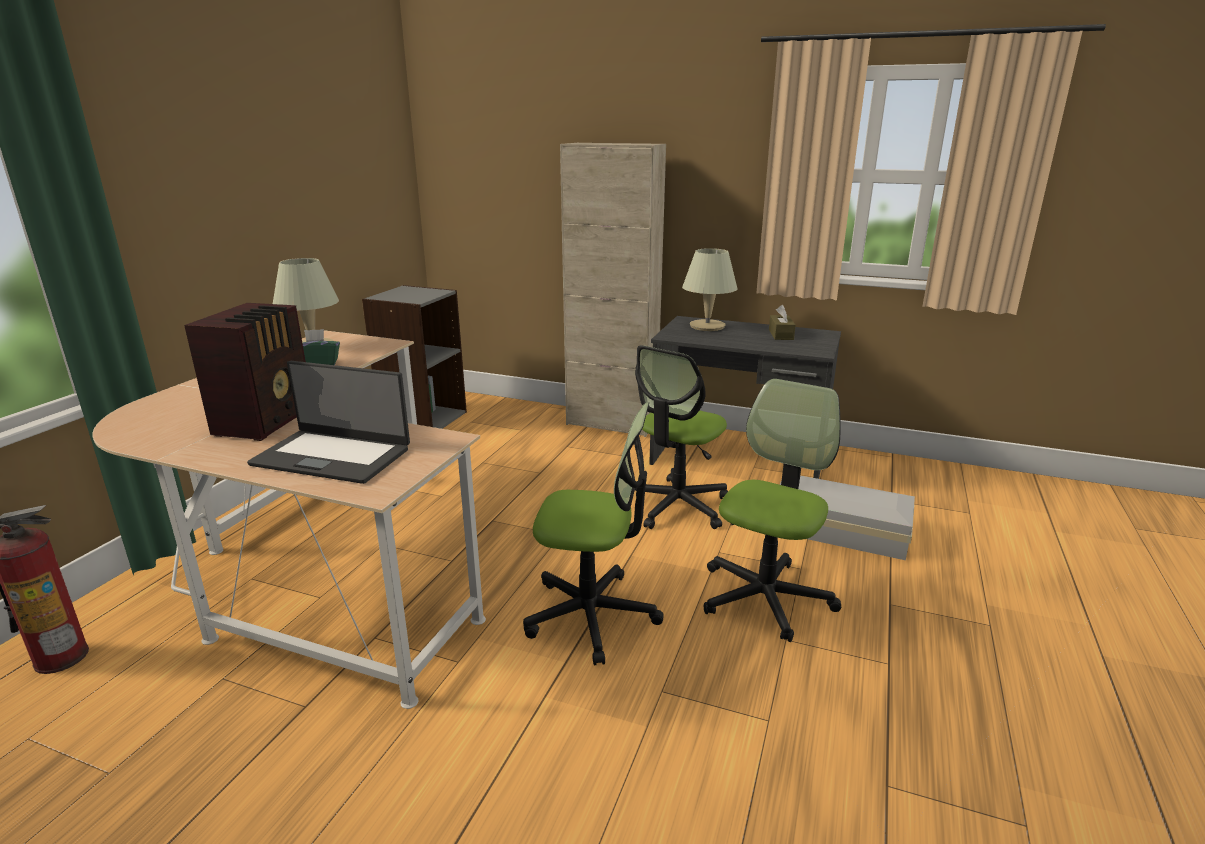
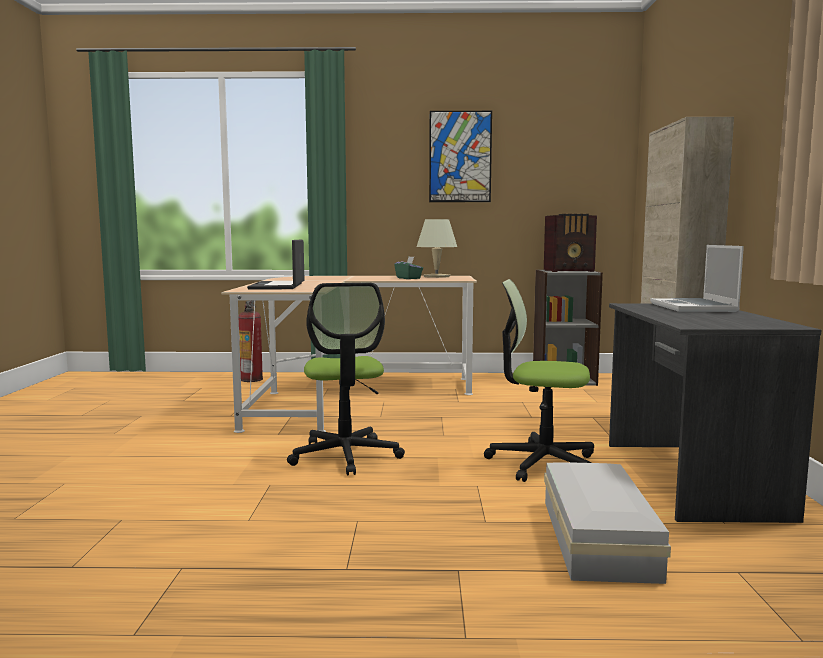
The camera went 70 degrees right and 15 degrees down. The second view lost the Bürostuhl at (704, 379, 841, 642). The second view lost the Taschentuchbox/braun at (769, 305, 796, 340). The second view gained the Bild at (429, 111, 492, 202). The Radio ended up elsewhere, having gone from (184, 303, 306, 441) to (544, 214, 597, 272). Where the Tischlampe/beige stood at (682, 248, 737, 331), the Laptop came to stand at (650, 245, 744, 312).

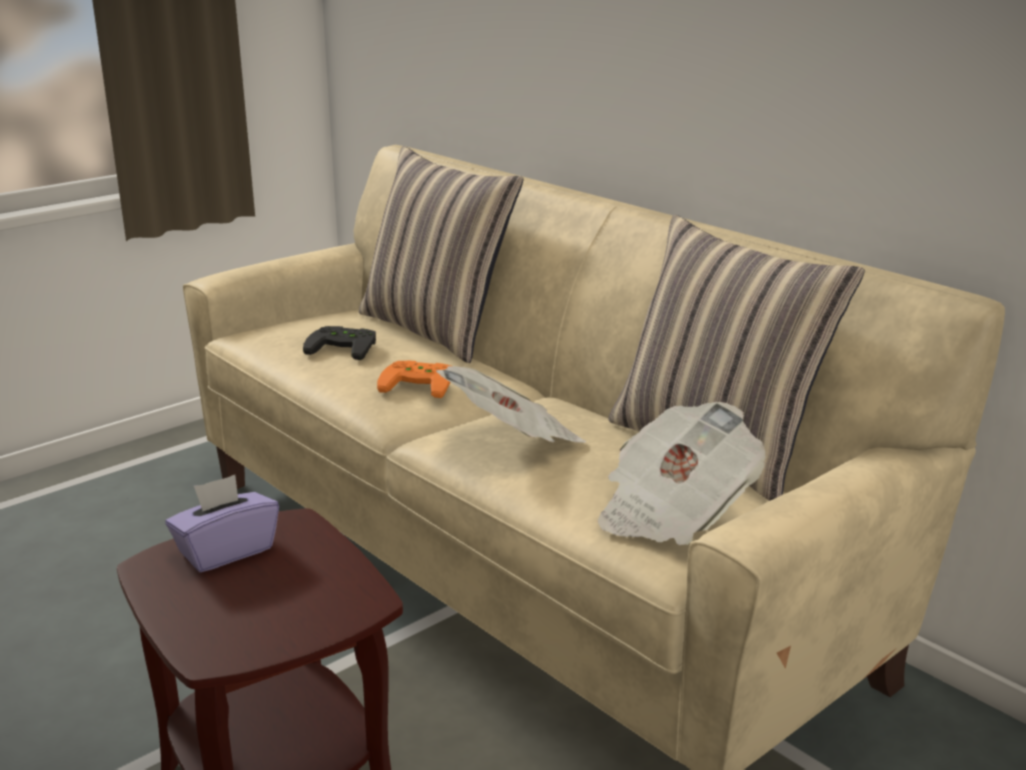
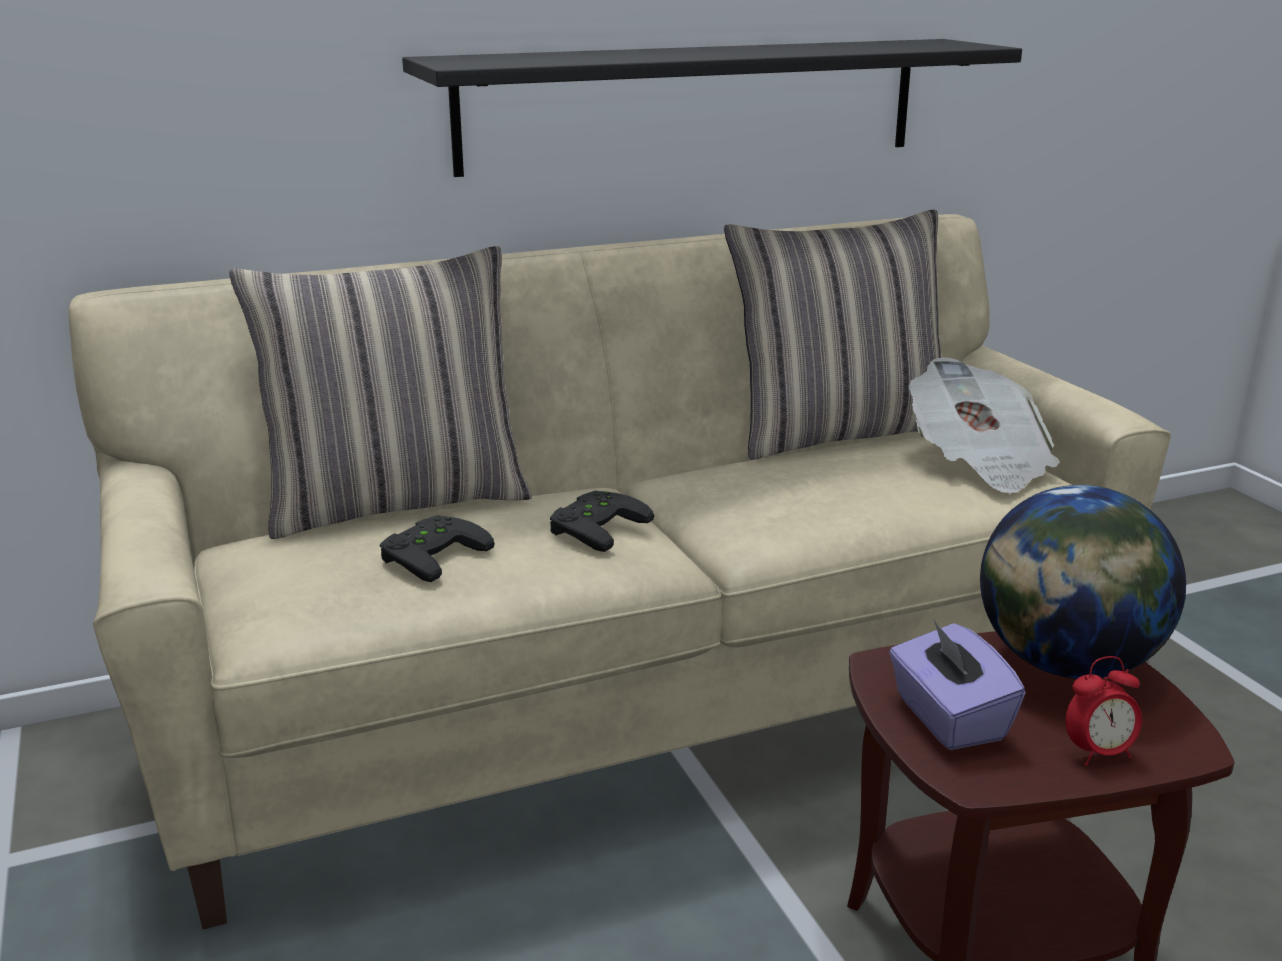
The camera went 70 degrees left and 0 degrees up. The second view lost the Zeitung at (436, 366, 586, 443). The second view gained the Wandregal/schwarz at (402, 39, 1022, 177). The second view gained the Globus at (980, 485, 1186, 679). The second view gained the Wecker at (1065, 656, 1142, 766). What was the Gamepad/orange at (377, 361, 451, 398) turned into the Gamepad/schwarz at (550, 491, 654, 552).

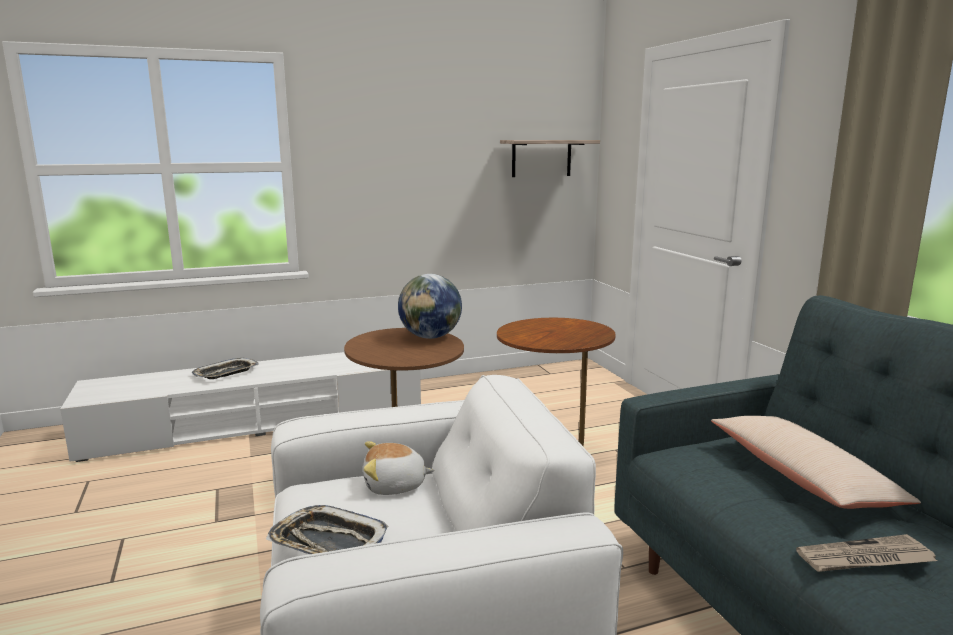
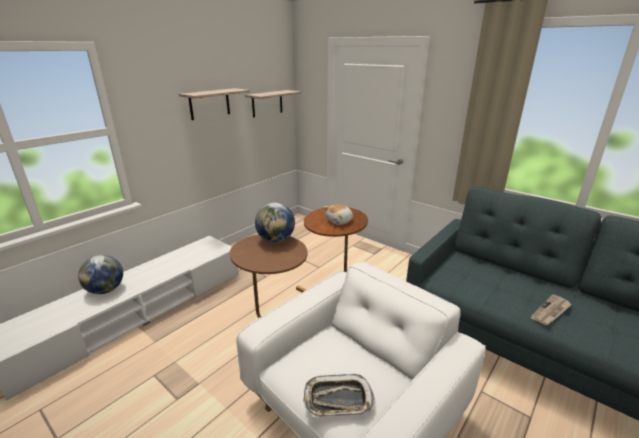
The camera went 30 degrees left and 10 degrees up. The second view lost the Kissen/beige at (711, 416, 921, 509). The second view gained the Wandregal at (179, 88, 250, 120). The Plüschtier ended up elsewhere, having gone from (363, 441, 434, 495) to (323, 204, 353, 225). Where the Tablett stood at (192, 358, 259, 379), the Globus came to stand at (78, 255, 123, 294).

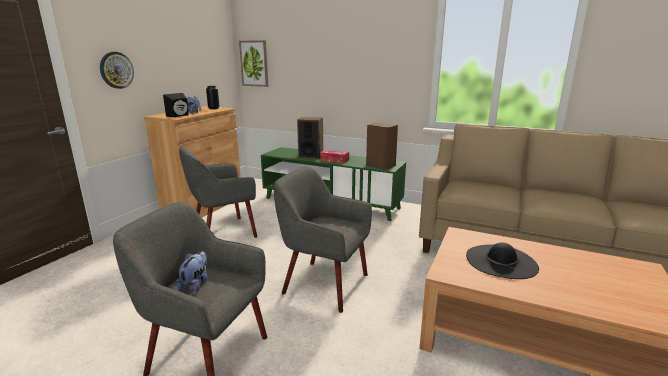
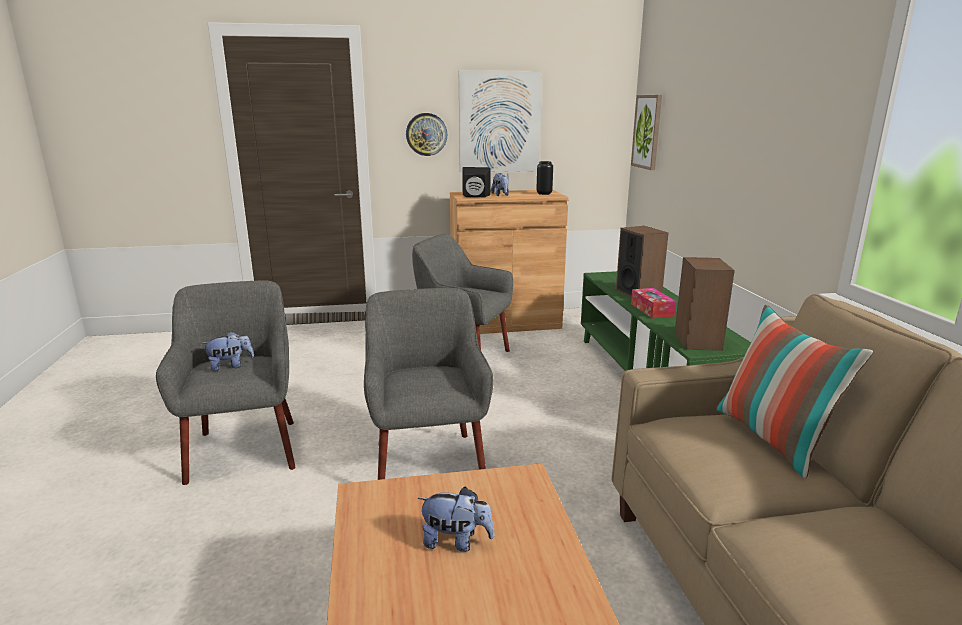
The camera went 55 degrees right and 0 degrees up. The second view gained the Bild at (459, 71, 542, 173). The second view gained the Kissen at (716, 305, 874, 479). Where the Hut/schwarz stood at (466, 243, 539, 279), the Plüschtier came to stand at (418, 487, 495, 552).

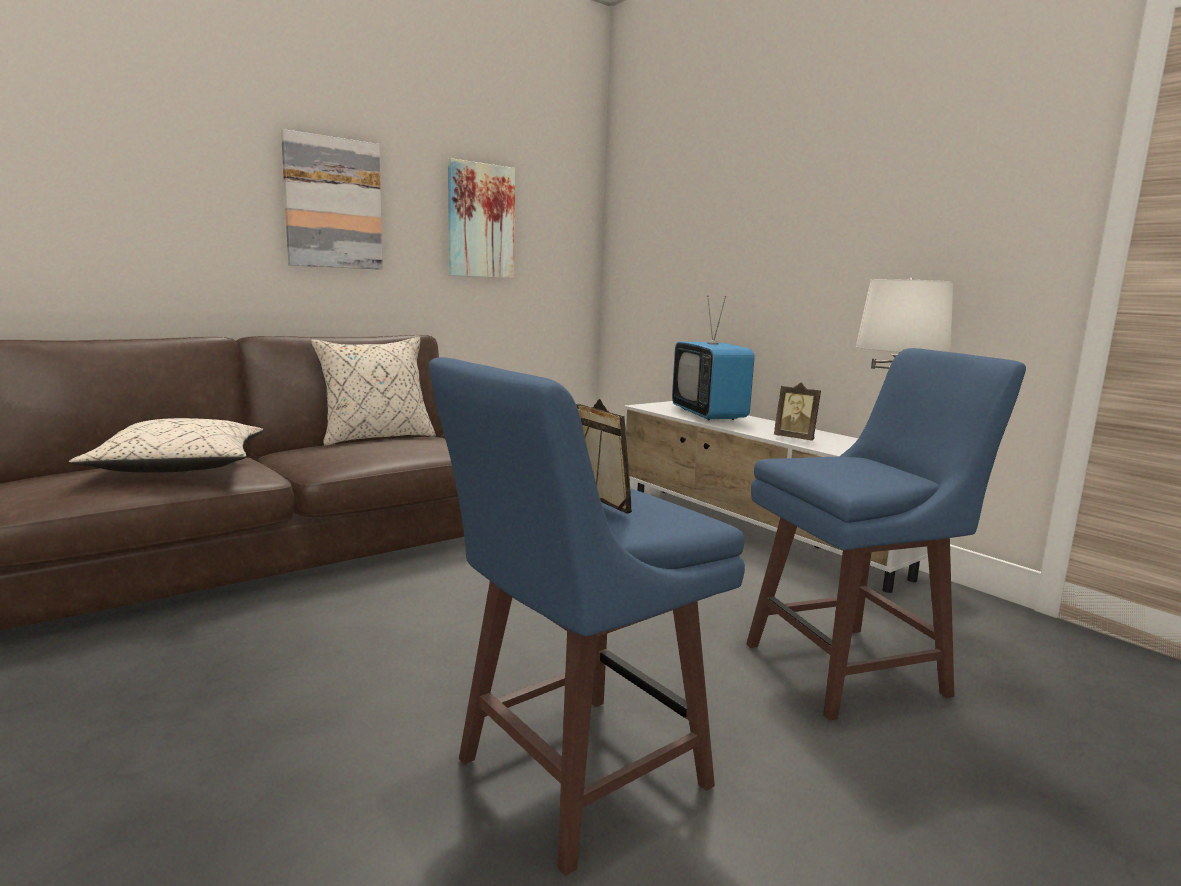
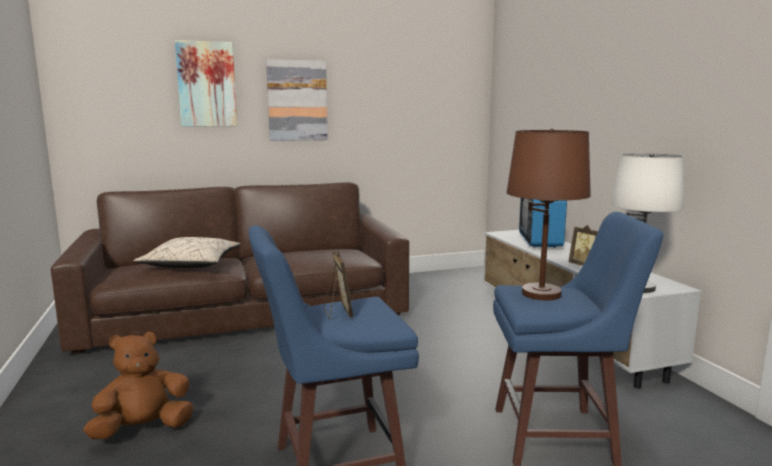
The camera went 20 degrees right and 0 degrees up. The second view lost the Kissen/beige at (311, 337, 436, 446). The second view gained the Plüschtier/braun at (84, 332, 193, 439). The second view gained the Tischlampe/braun at (506, 129, 591, 300). The Bild ended up elsewhere, having gone from (448, 158, 515, 278) to (175, 40, 237, 127).

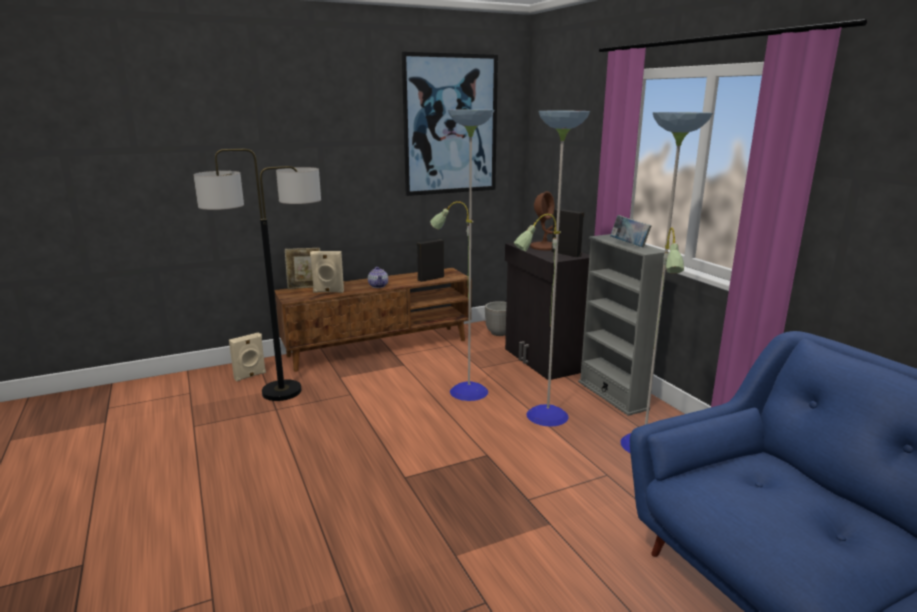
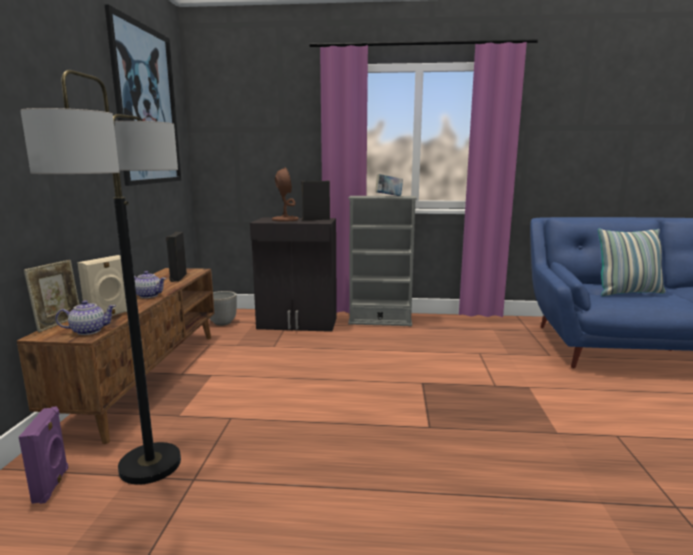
The camera went 60 degrees left and 5 degrees down. The second view lost the Stehlampe at (430, 109, 713, 453). The second view gained the Teekanne at (55, 300, 116, 335). The second view gained the Kissen at (598, 228, 666, 296). What was the Lautsprecher/beige at (229, 332, 266, 382) turned into the Lautsprecher/lila at (19, 406, 69, 504).

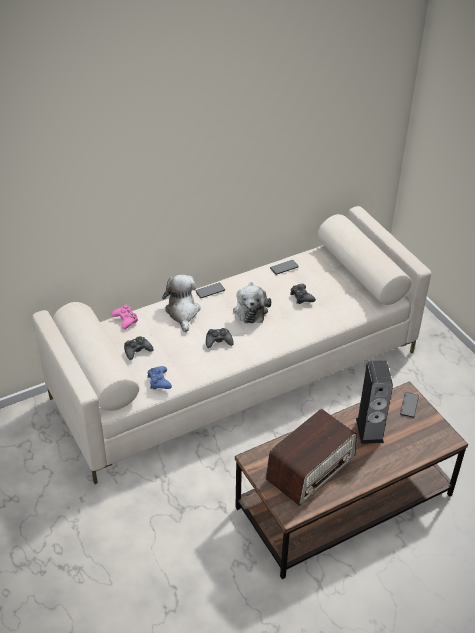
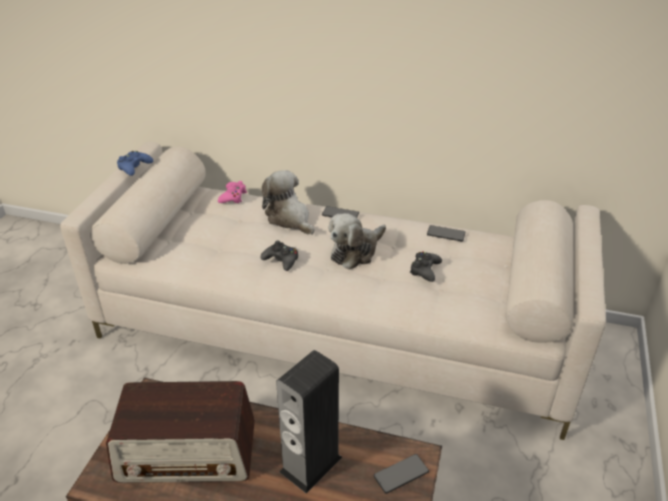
The camera went 45 degrees right and 5 degrees down. The second view lost the Gamepad/schwarz at (124, 336, 154, 360). The Gamepad/blau ended up elsewhere, having gone from (147, 366, 172, 389) to (117, 151, 153, 176). The Plüschtier at (162, 274, 201, 332) ended up facing another way, 75 degrees counterclockwise from before.

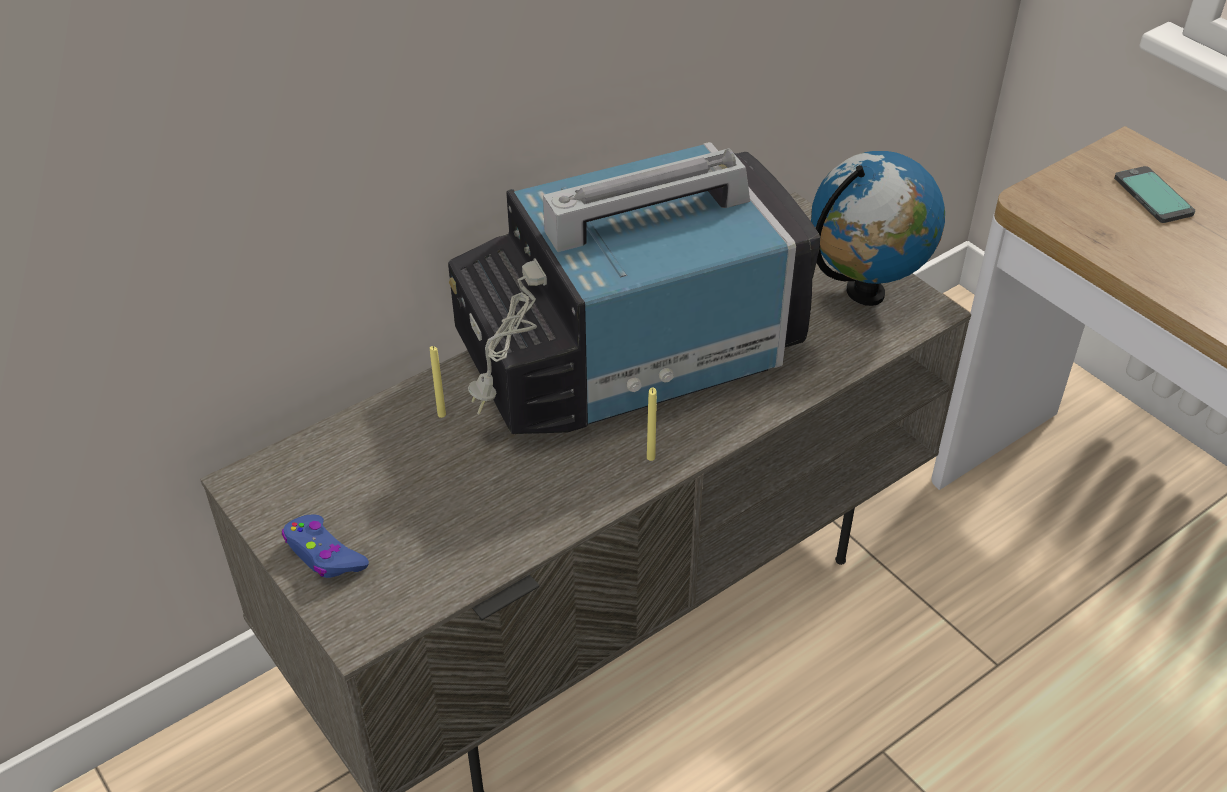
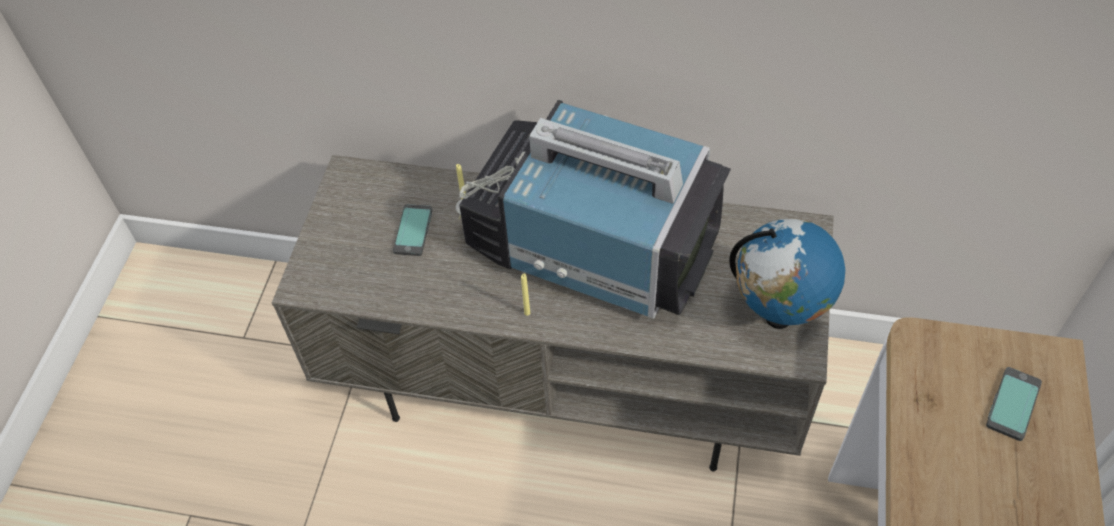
The camera went 50 degrees right and 10 degrees up. The second view lost the Gamepad/blau at (282, 514, 369, 578). The second view gained the Handy at (393, 204, 432, 256).

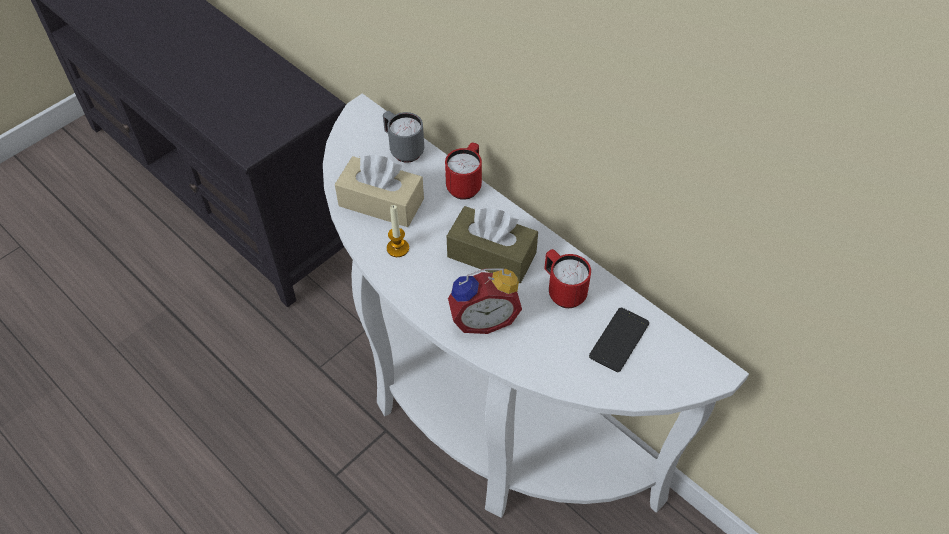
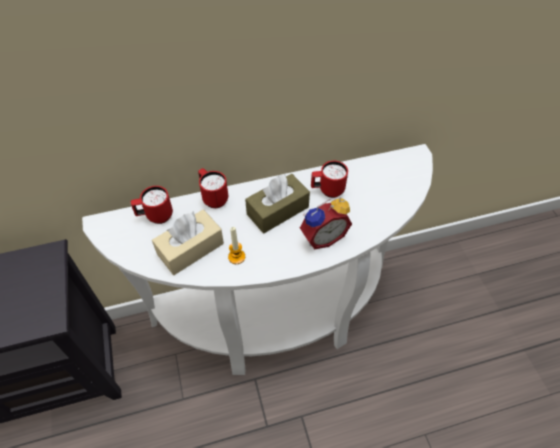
The camera went 60 degrees left and 0 degrees up. The second view lost the Handy at (589, 308, 649, 372). What was the Henkelbecher/grau at (383, 111, 424, 163) turned into the Henkelbecher/rot at (131, 186, 173, 224). The Wecker at (448, 269, 522, 334) ended up facing another way, 45 degrees clockwise from before.

